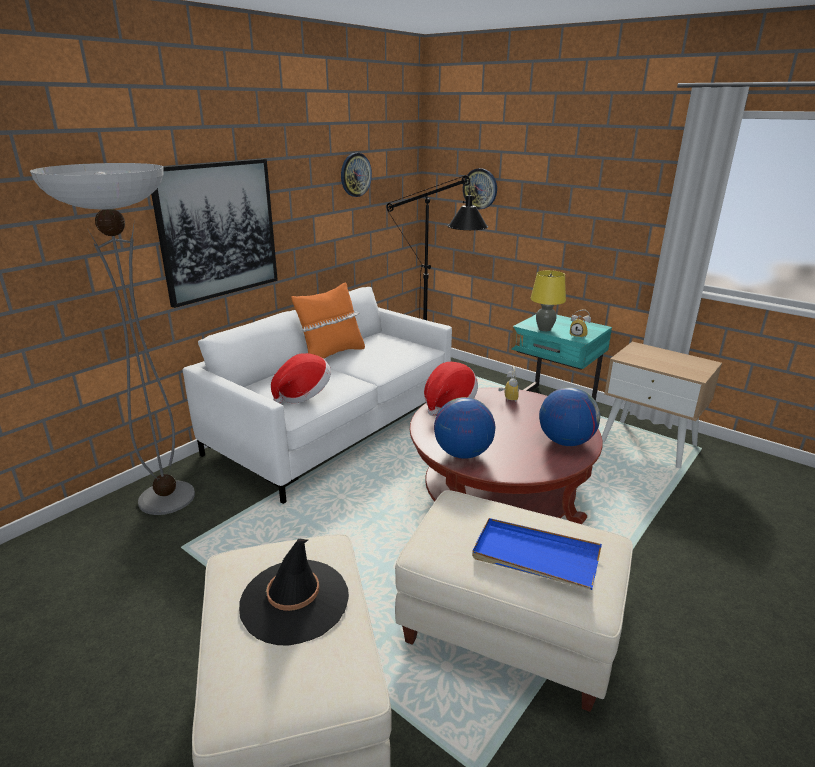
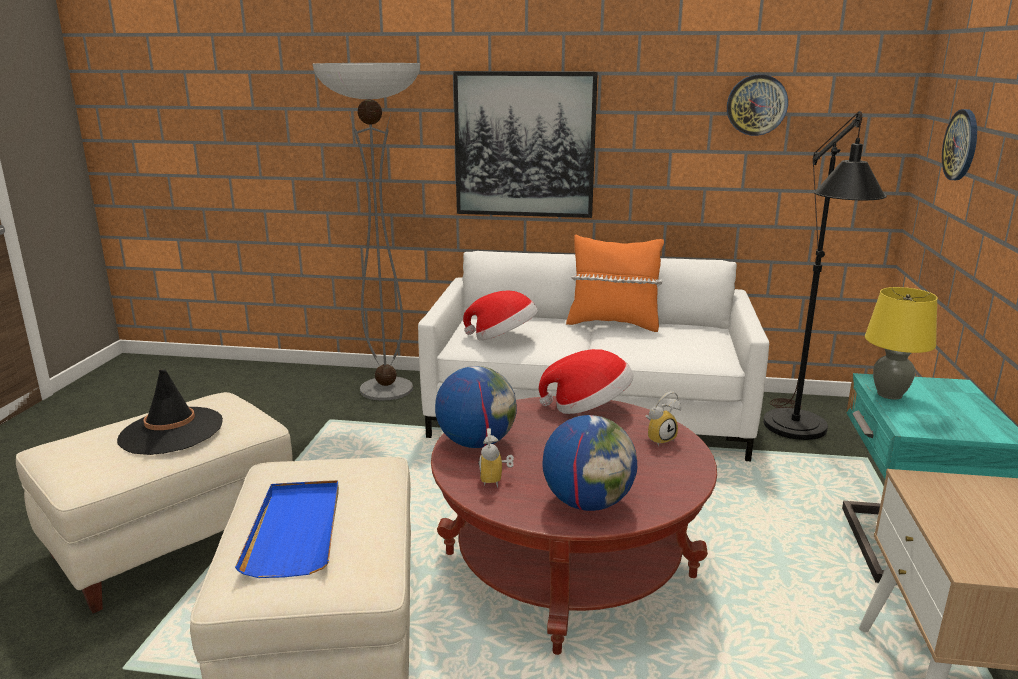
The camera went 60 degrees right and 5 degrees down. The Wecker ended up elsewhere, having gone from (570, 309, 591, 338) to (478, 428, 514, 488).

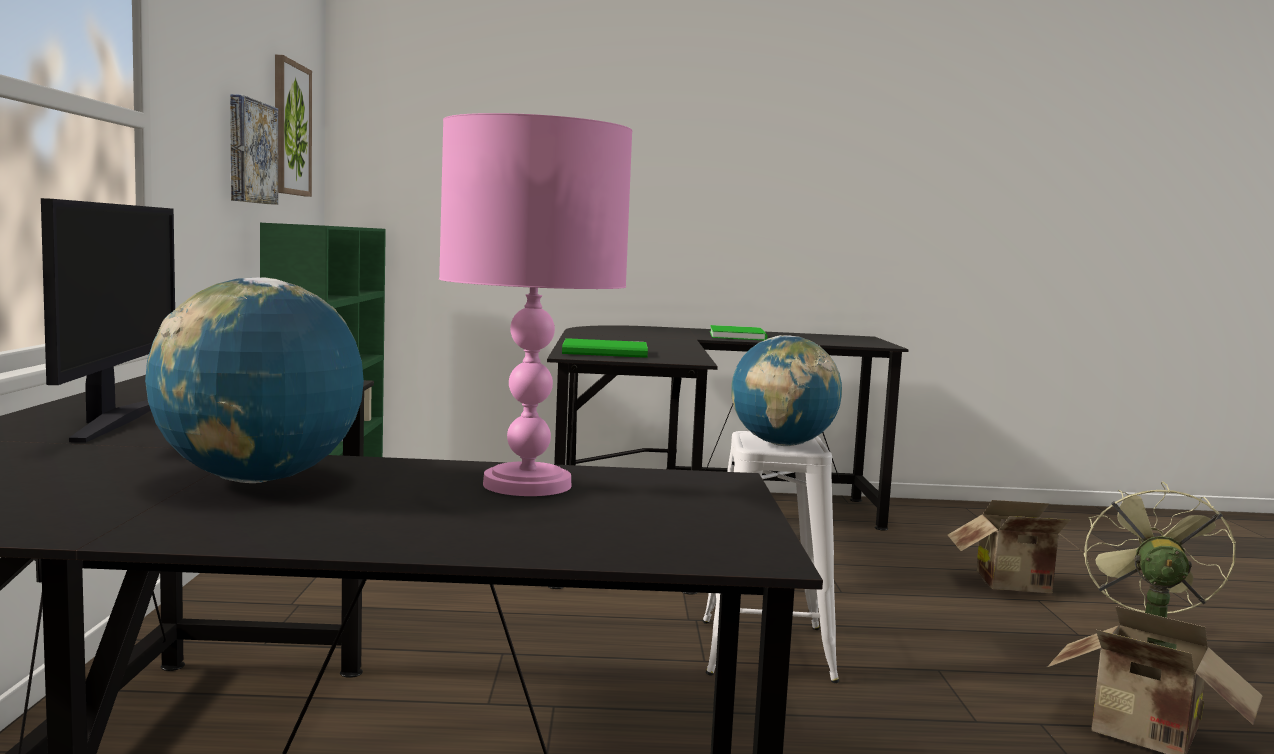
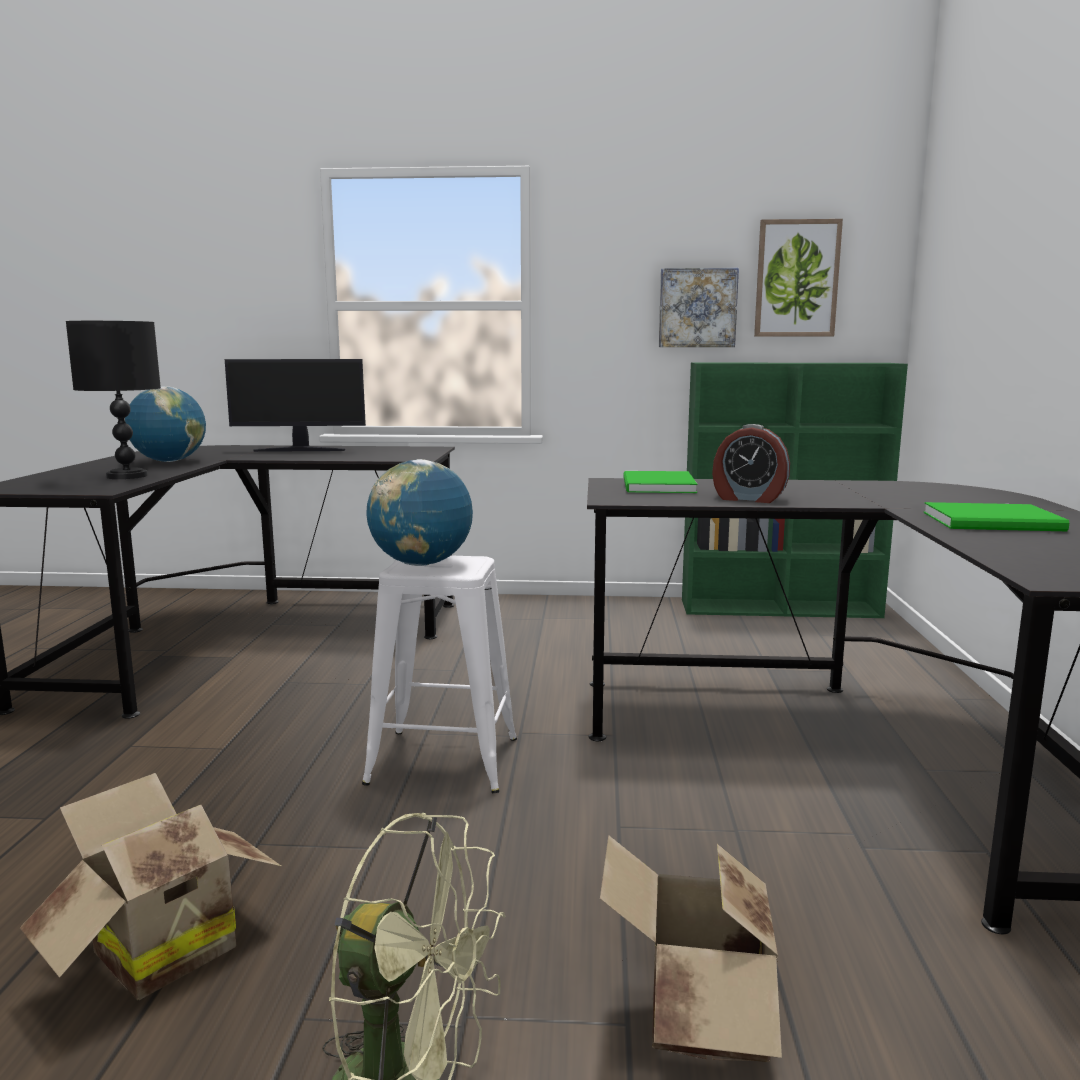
The camera went 95 degrees right and 5 degrees up. The second view gained the Wecker at (712, 424, 790, 503). What was the Tischlampe/rosa at (439, 113, 632, 496) turned into the Tischlampe/schwarz at (66, 321, 161, 479).

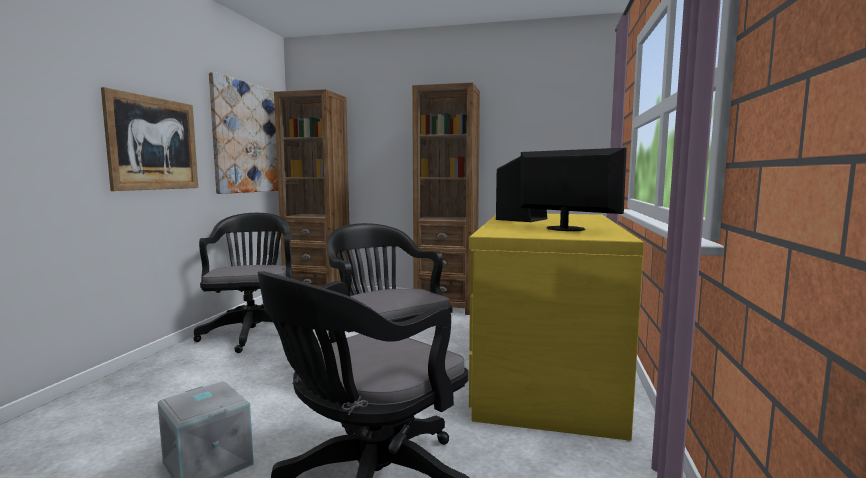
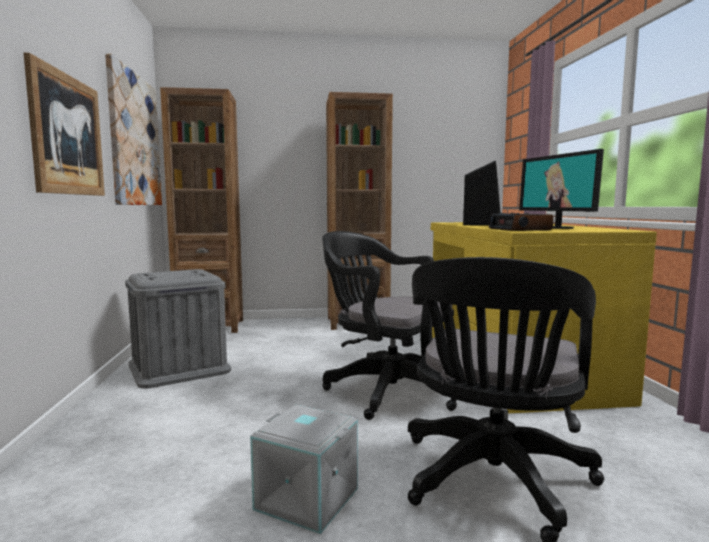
The camera went 20 degrees left and 0 degrees up. The second view gained the Wecker at (489, 213, 554, 231). Where the Bürostuhl/schwarz stood at (193, 213, 292, 353), the Aufbewahrungsbox/grau came to stand at (125, 269, 231, 389). The Monitor at (520, 148, 627, 231) ended up facing another way, 135 degrees counterclockwise from before.

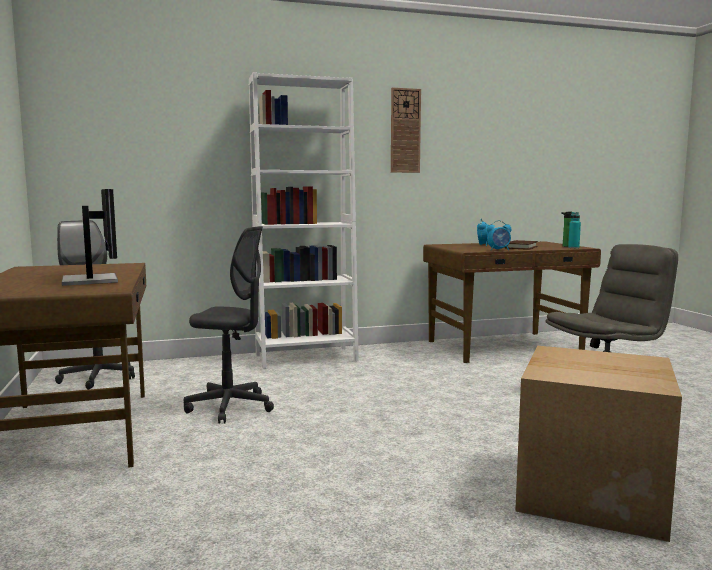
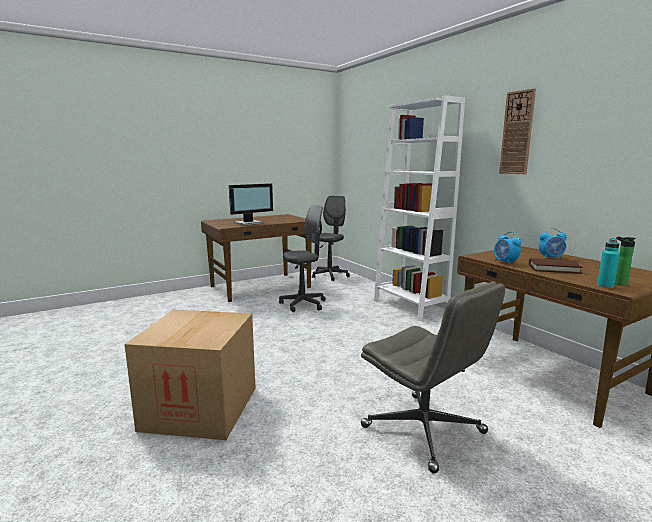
The camera went 75 degrees right and 5 degrees up. The Bürostuhl/grau at (184, 226, 274, 423) ended up facing another way, 120 degrees counterclockwise from before.

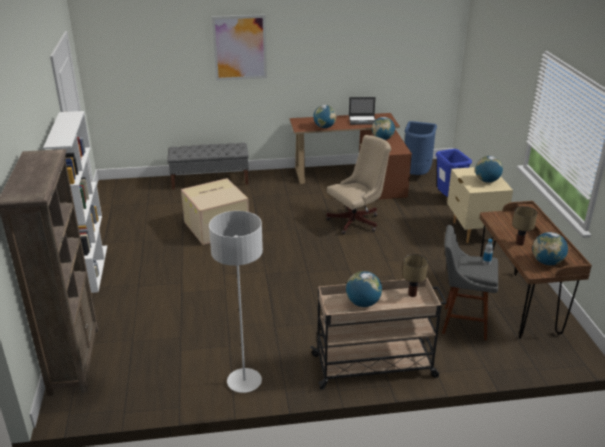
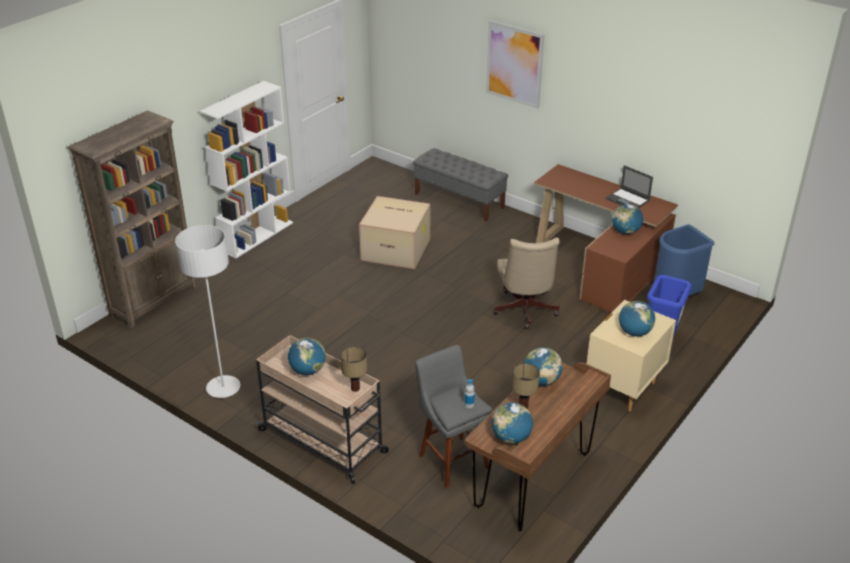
The camera went 45 degrees right and 5 degrees up. The Globus ended up elsewhere, having gone from (313, 105, 336, 128) to (524, 347, 563, 386). The Bürostuhl/beige at (326, 135, 391, 234) ended up facing another way, 75 degrees clockwise from before.

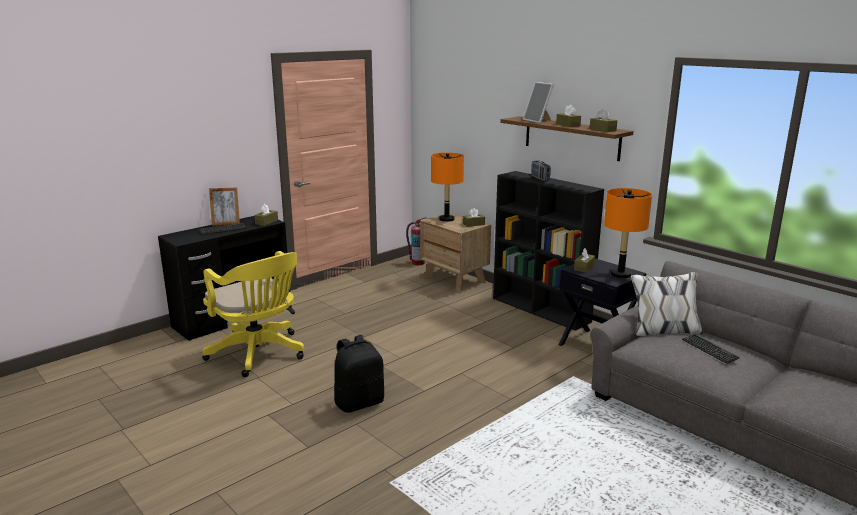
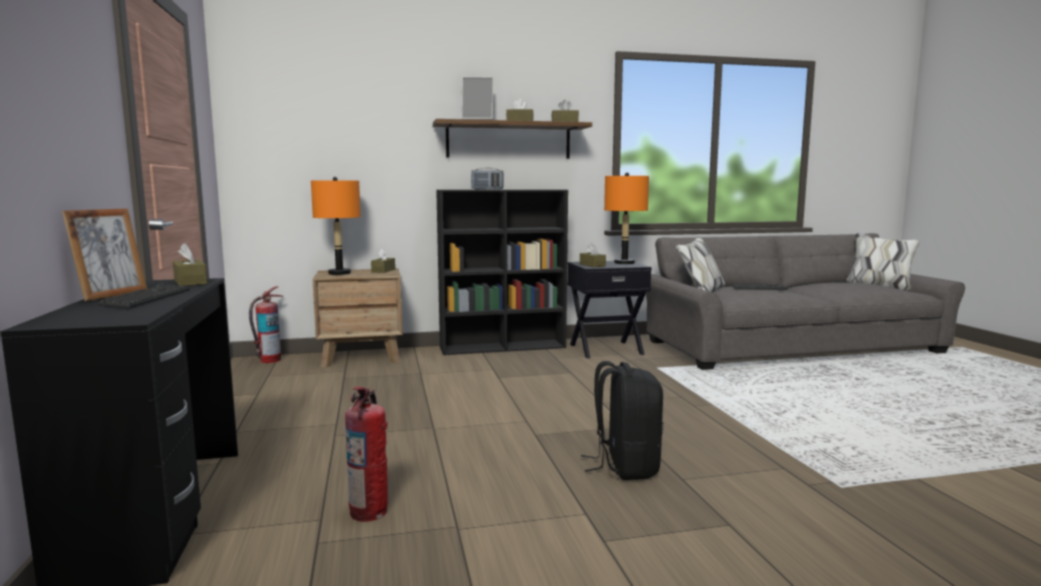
The camera went 60 degrees left and 10 degrees down. Where the Bürostuhl/gelb stood at (203, 251, 304, 377), the Feuerlöscher came to stand at (345, 386, 388, 522).

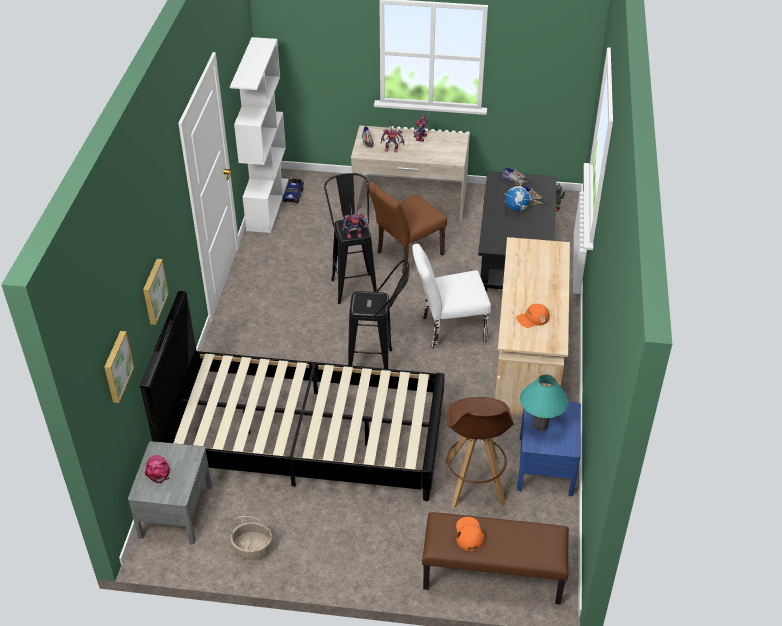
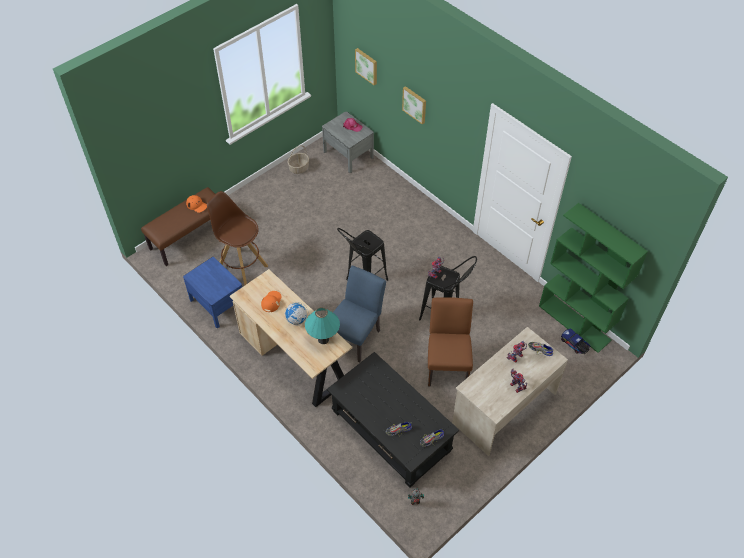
The camera went 130 degrees right and 10 degrees up. The second view lost the Bett/schwarz at (140, 291, 445, 501). The Globus ended up elsewhere, having gone from (505, 179, 530, 211) to (285, 302, 309, 326). The Tischlampe/türkis ended up elsewhere, having gone from (520, 374, 568, 431) to (305, 307, 340, 344). What was the Bücherregal/weiß at (230, 37, 288, 233) turned into the Bücherregal/grün at (539, 203, 648, 353). What was the Stuhl/weiß at (412, 244, 491, 349) turned into the Stuhl/blau at (333, 265, 386, 363).

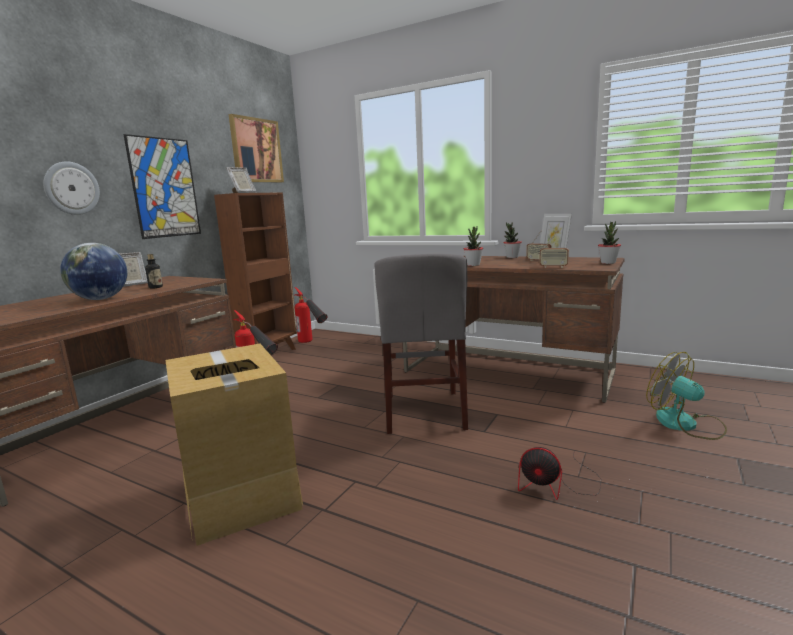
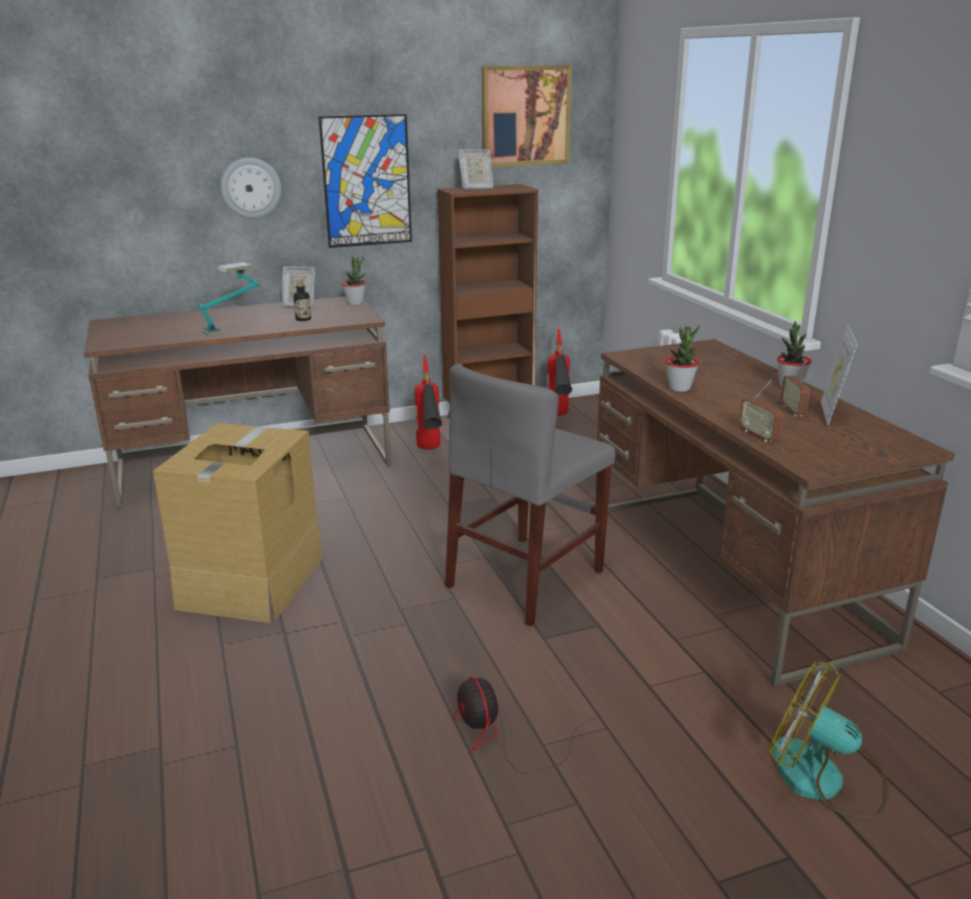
The camera went 40 degrees right and 10 degrees up. The Topfpflanze ended up elsewhere, having gone from (598, 221, 621, 264) to (342, 257, 366, 305). Where the Globus stood at (60, 243, 127, 300), the Tischlampe came to stand at (199, 262, 260, 335). The Ventilator at (646, 352, 727, 440) ended up facing another way, 60 degrees counterclockwise from before.

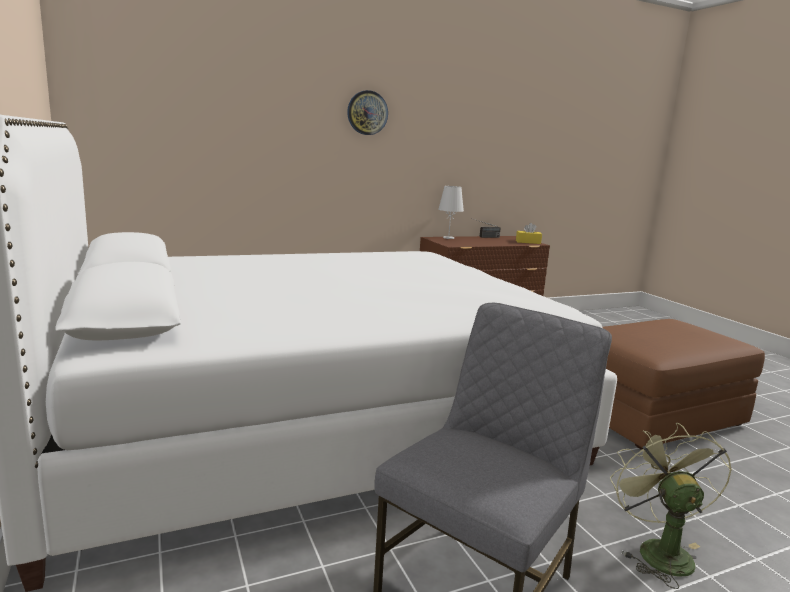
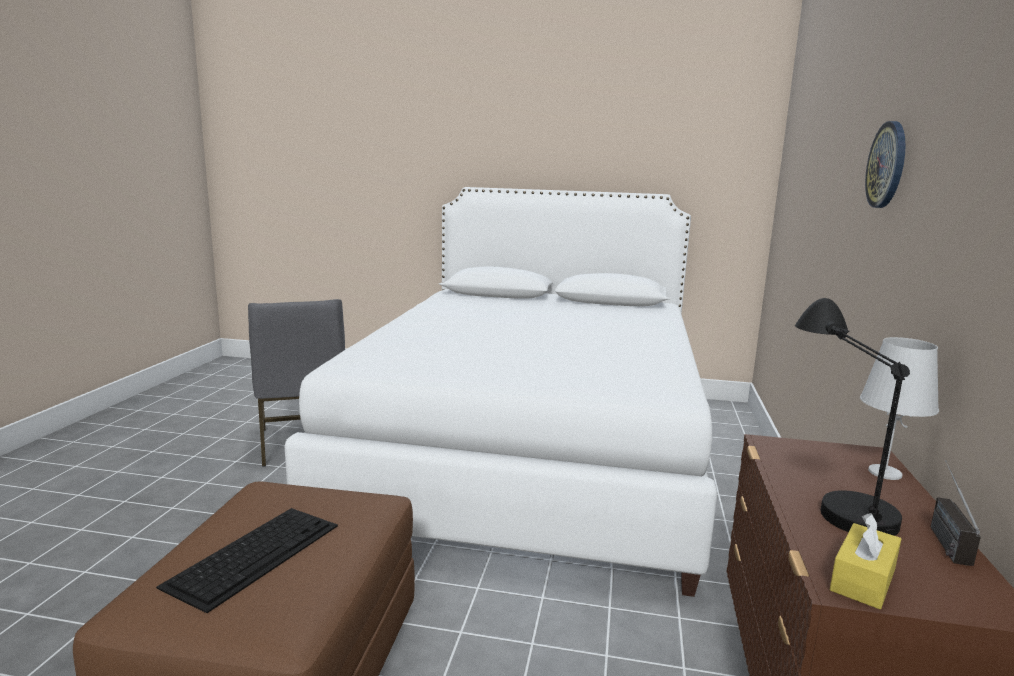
The camera went 125 degrees right and 0 degrees up. The second view lost the Ventilator/grün at (610, 423, 732, 589). The second view gained the Tastatur at (156, 508, 338, 613). The second view gained the Tischlampe/schwarz at (795, 298, 910, 536).

